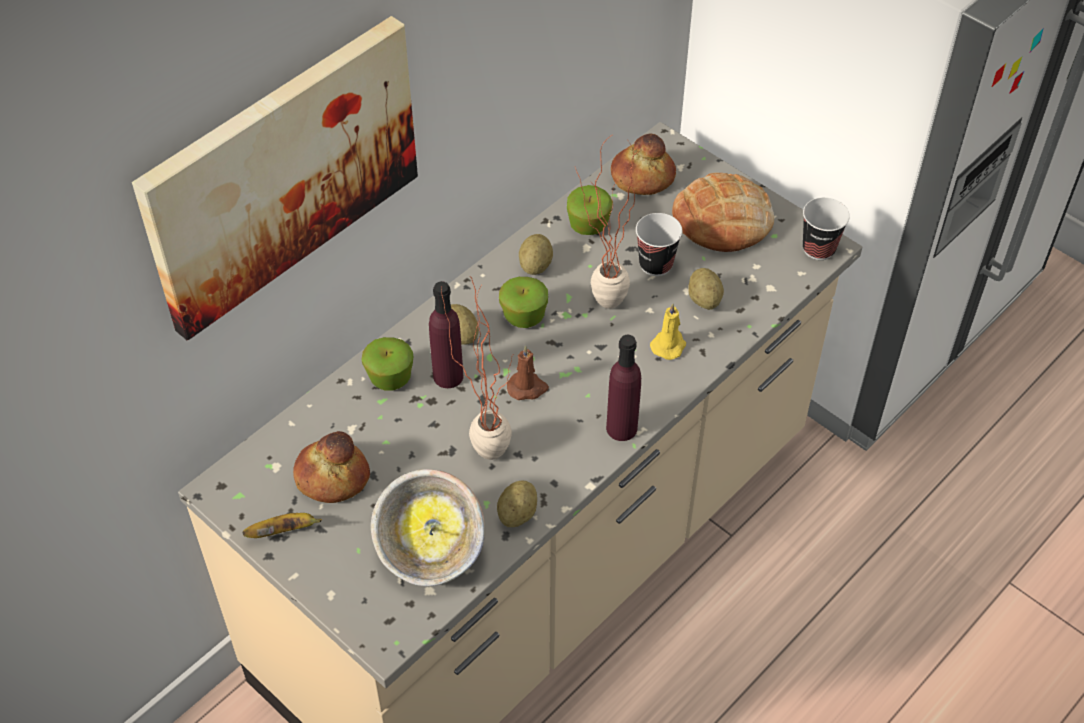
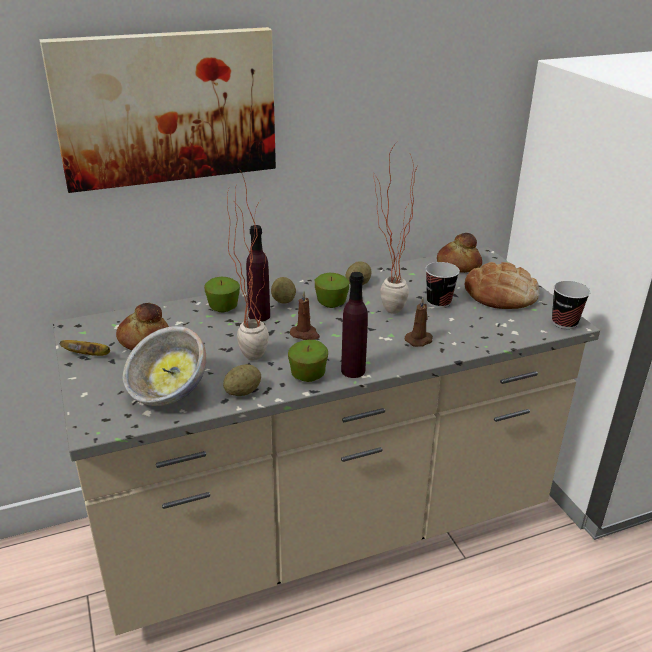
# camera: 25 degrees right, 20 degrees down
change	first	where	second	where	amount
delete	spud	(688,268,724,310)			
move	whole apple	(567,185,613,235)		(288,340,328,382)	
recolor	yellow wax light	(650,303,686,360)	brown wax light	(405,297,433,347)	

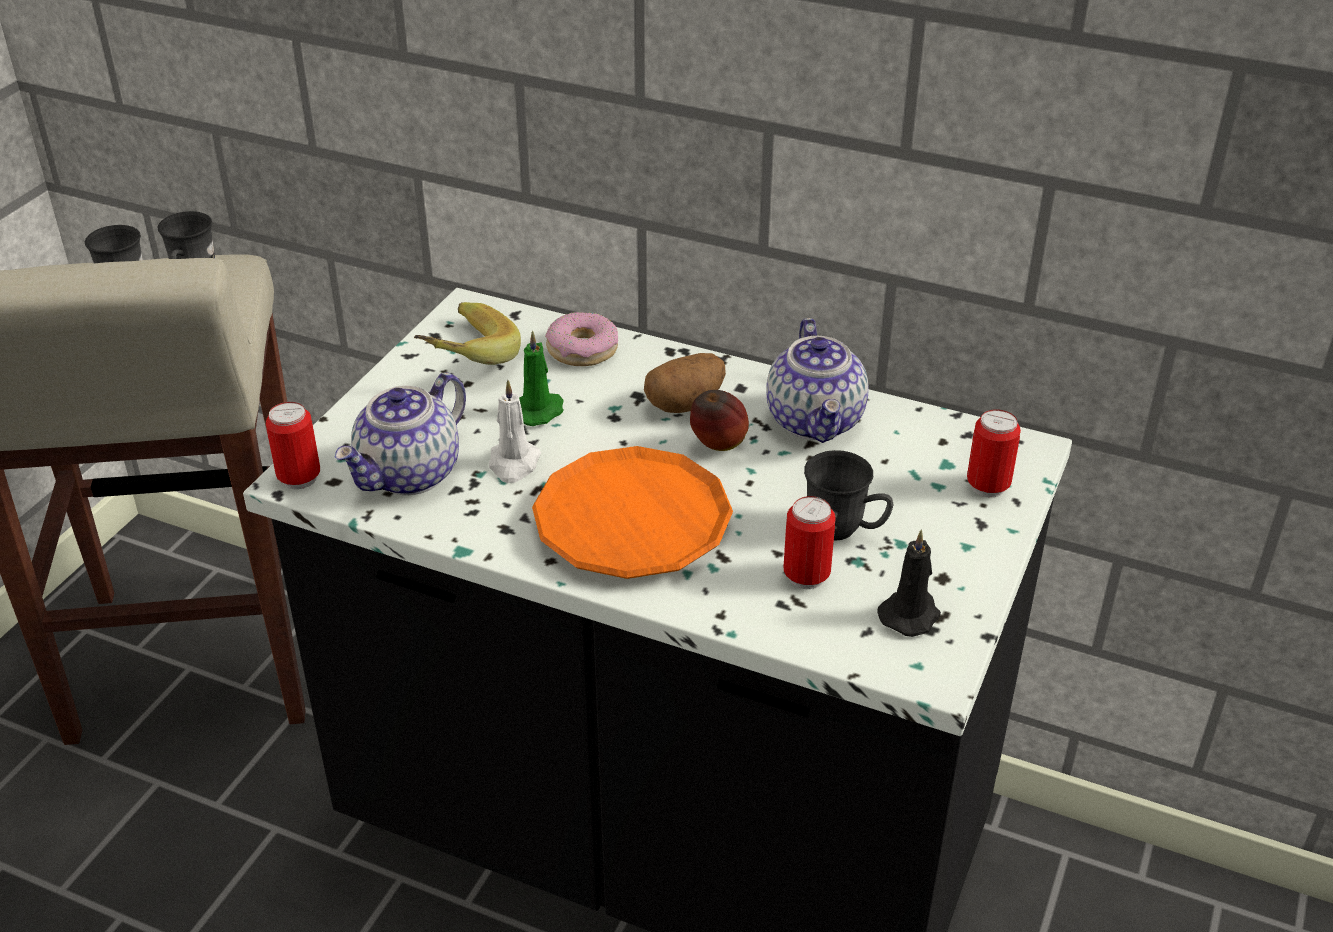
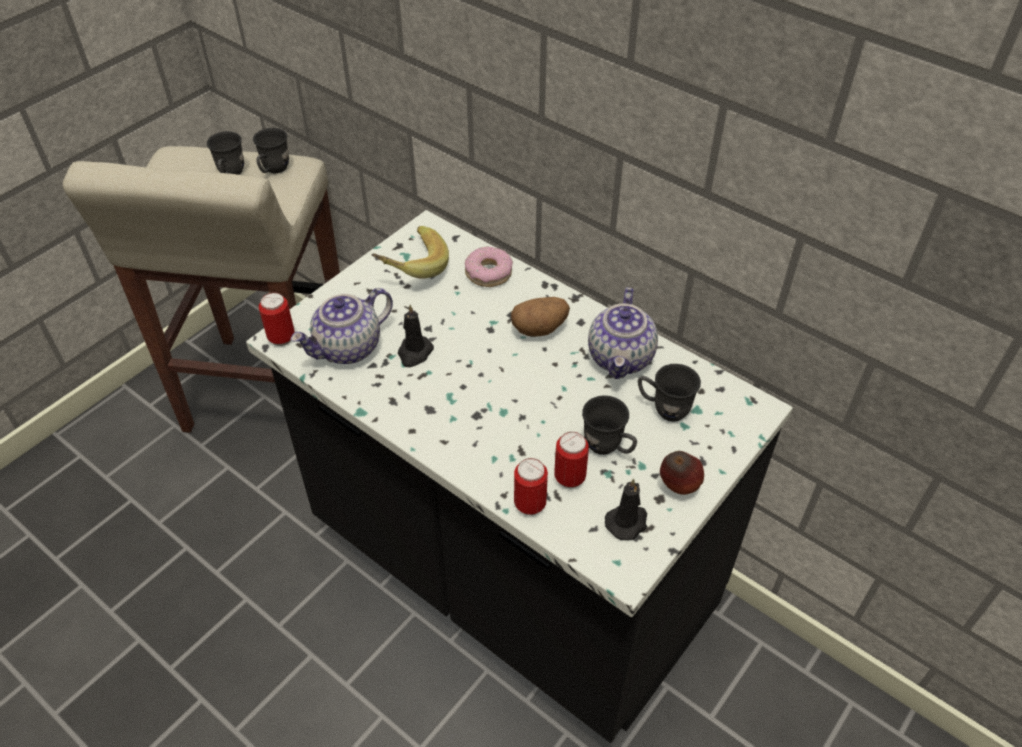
# camera: 15 degrees right, 10 degrees up
change	first	where	second	where	amount
delete	green wax light	(519,331,564,426)			
delete	orangey flat dish	(532,446,733,579)			
insert			grey mug	(638,364,701,422)	
move	whole apple	(690,390,749,451)		(660,451,704,495)	
move	metal can	(967,409,1021,497)		(514,458,548,515)	
recolor	whitish wax light	(489,380,541,483)	black-coloured wax light	(398,305,434,367)	

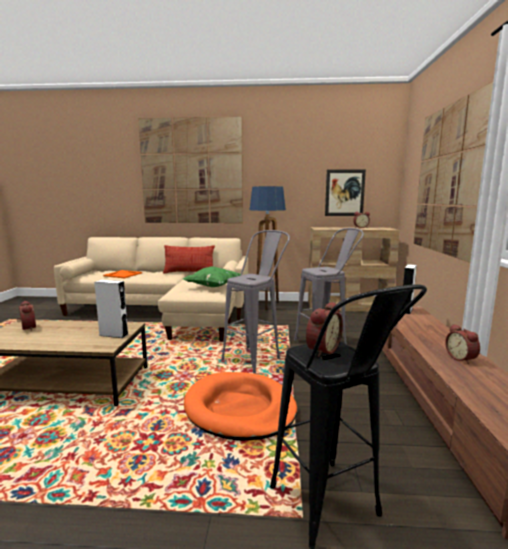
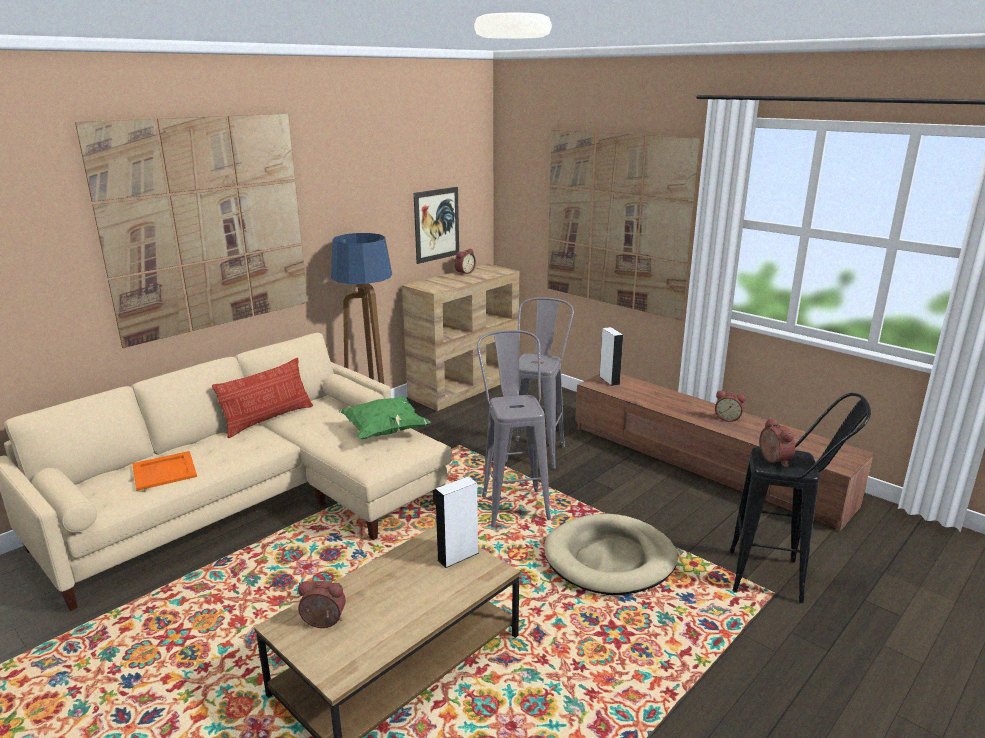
# camera: 50 degrees left, 10 degrees up
change	first	where	second	where	amount
recolor	orangey pet bed	(184,372,297,441)	sand-coloured pet bed	(544,514,678,595)	

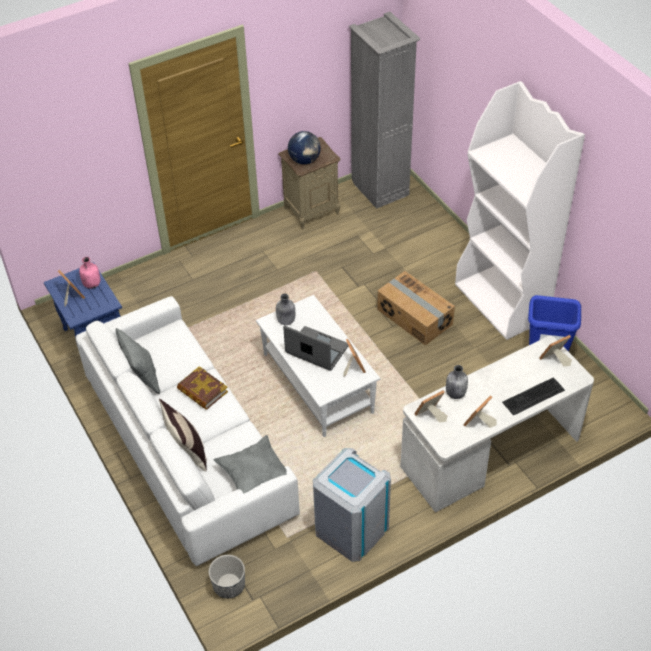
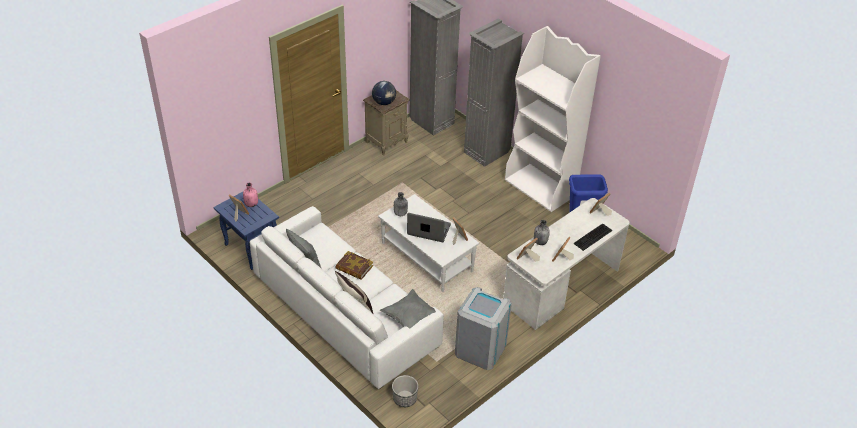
# camera: 15 degrees left, 5 degrees down
change	first	where	second	where	amount
delete	packing box	(377,271,455,346)			
insert			grey cupboard	(464,18,524,167)	

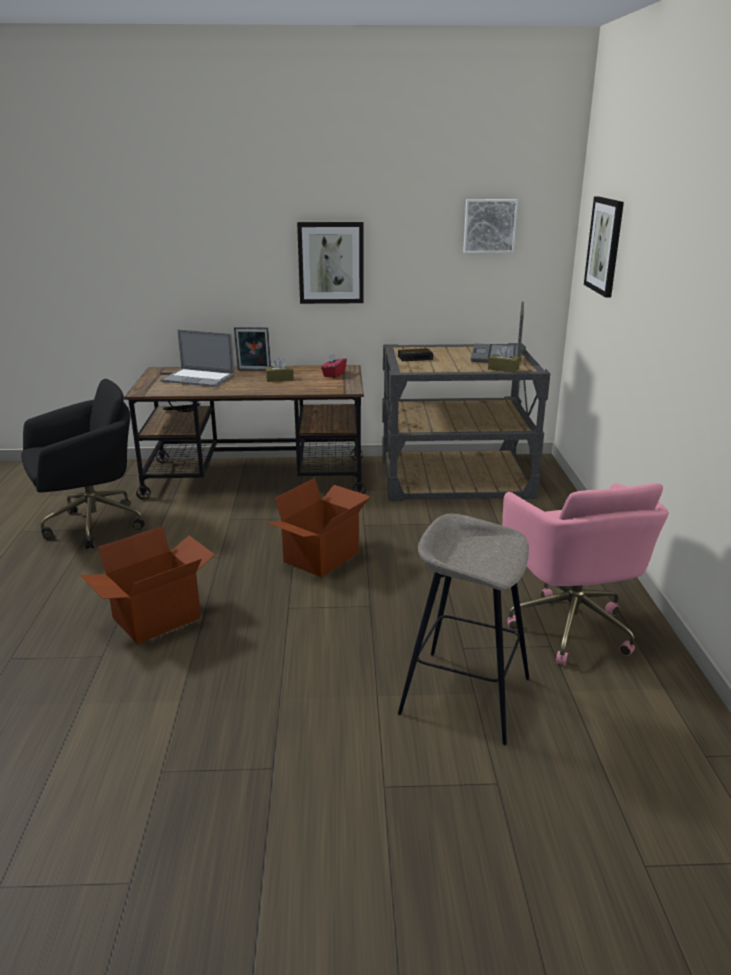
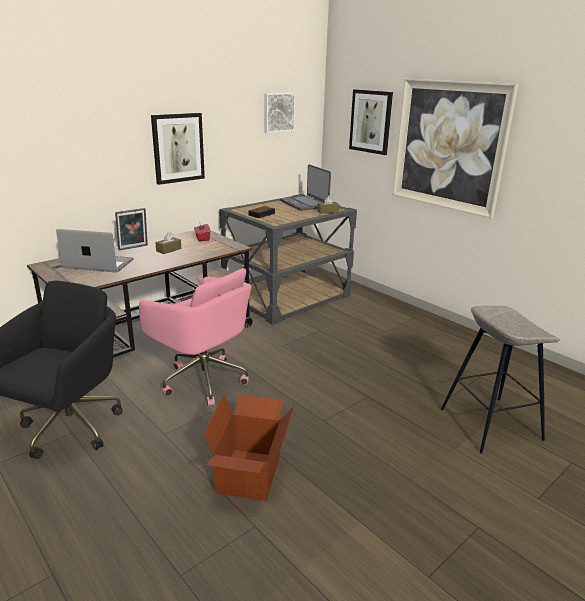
# camera: 40 degrees left, 0 degrees up
change	first	where	second	where	amount
delete	packing box	(267,478,370,577)			
insert			wall picture	(393,79,519,218)	
move	pink office chair	(502,483,669,666)		(139,268,252,406)	
rotate	notebook computer	(160,329,234,387)		(56,229,134,273)	150 degrees counterclockwise

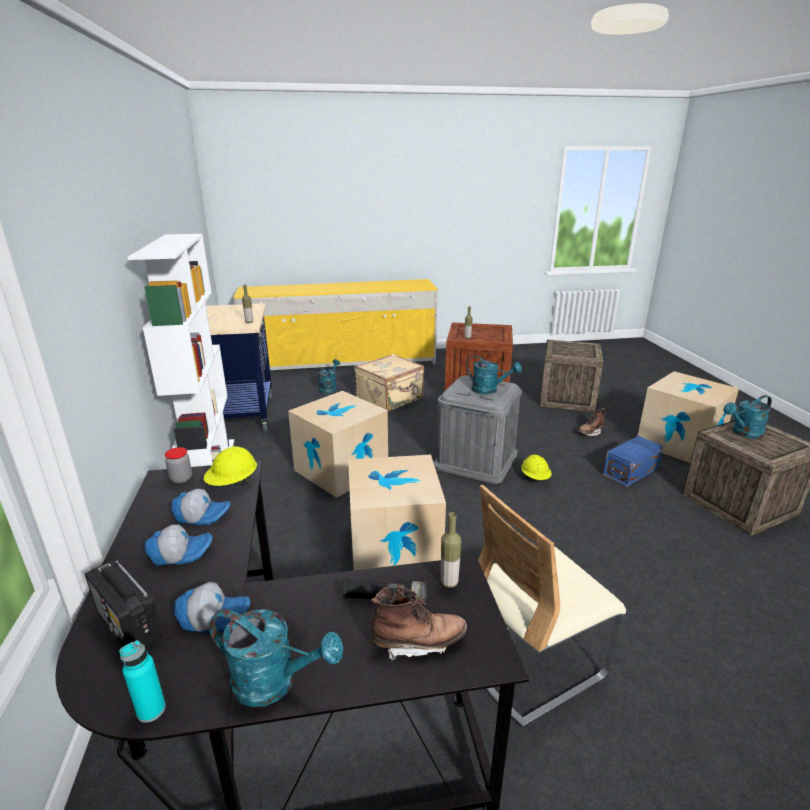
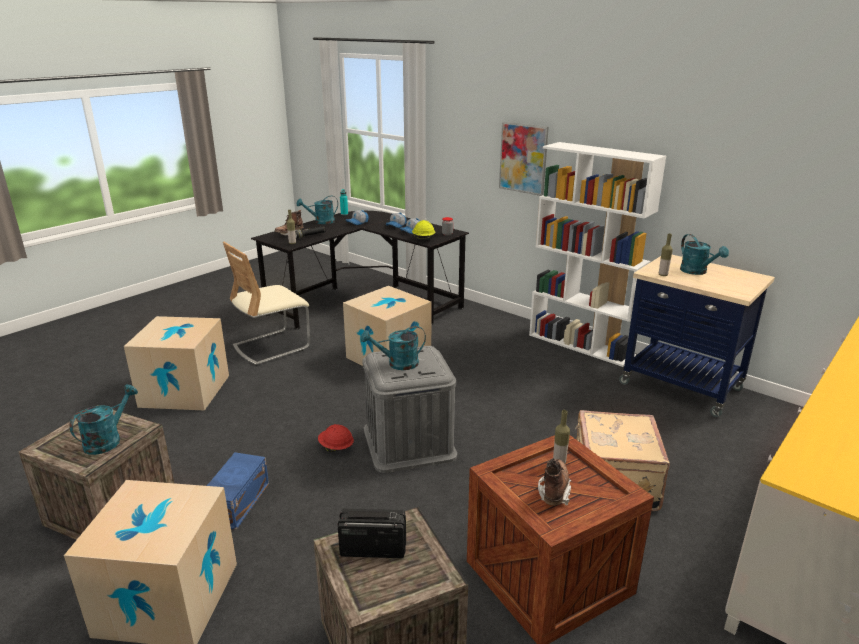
# camera: 140 degrees right, 0 degrees up
change	first	where	second	where	amount
insert			wall picture	(499,122,549,196)	
move	radio set	(85,560,163,648)		(338,509,406,558)	
move	packing box	(288,391,388,498)		(124,316,229,411)	
move	turquoise-coloured sprinkling can	(318,359,340,394)		(680,234,729,275)	
move	brown boot	(578,408,606,436)		(538,458,572,506)	
recolor	yellow safety helmet	(521,455,552,480)	red safety helmet	(318,424,354,452)	
rotate	sand-coloured chair	(478,485,626,727)		(223,242,310,366)	150 degrees counterclockwise

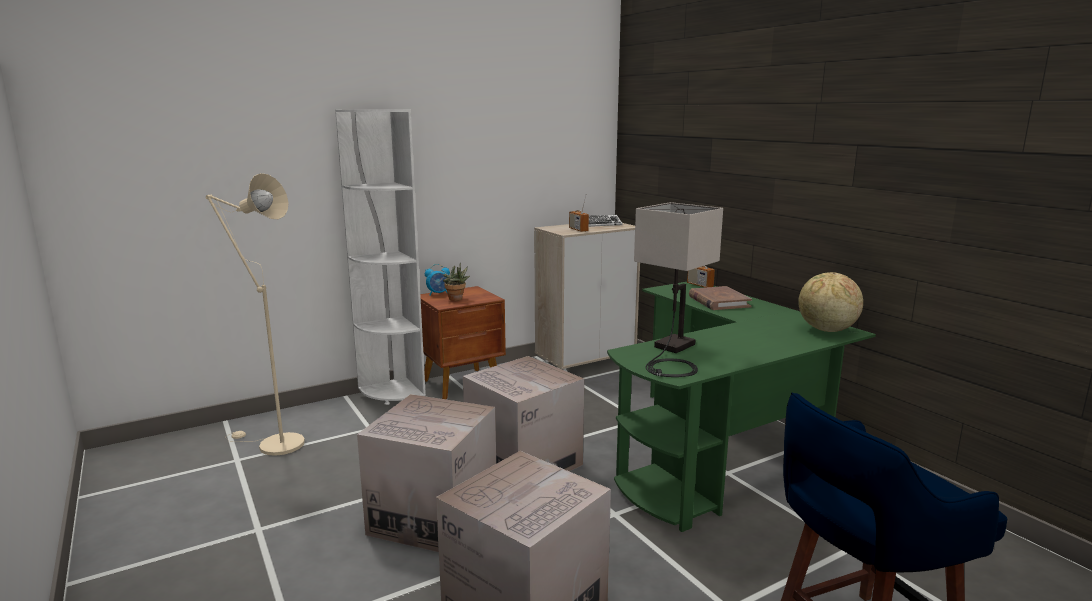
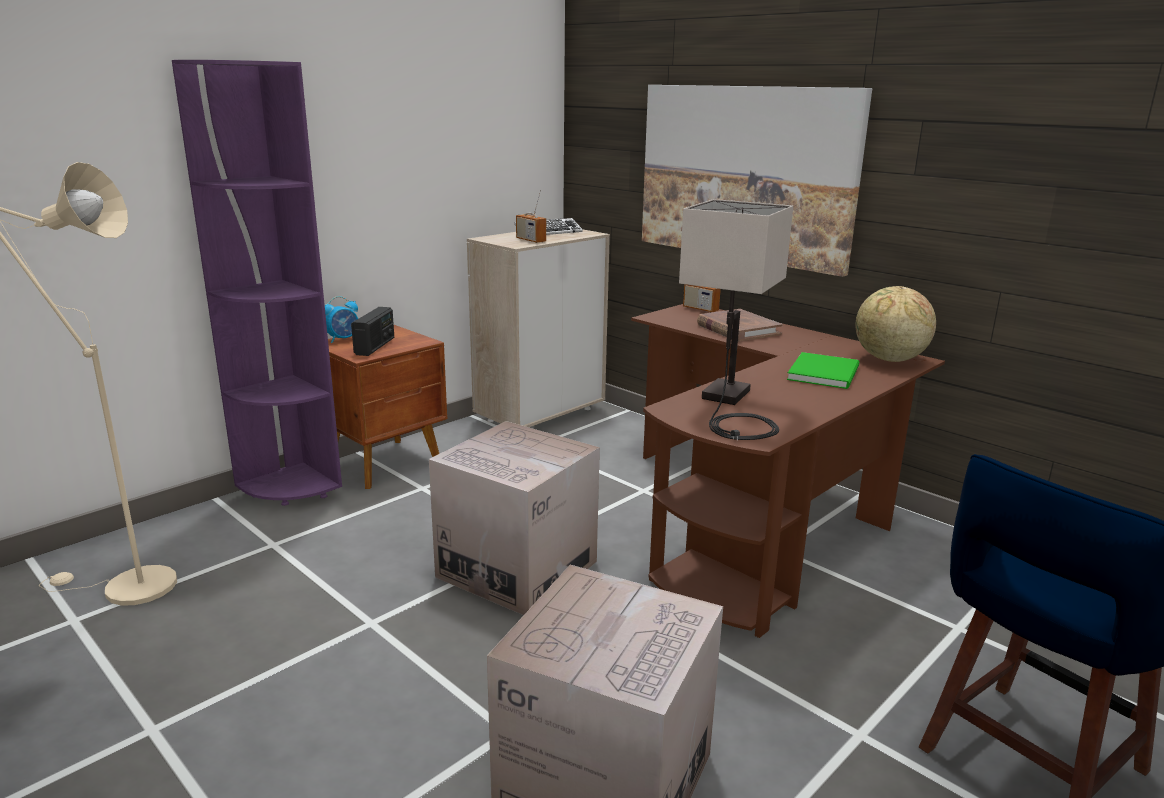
# camera: 15 degrees left, 5 degrees up
change	first	where	second	where	amount
delete	packing box	(357,394,496,552)			
insert			wall picture	(642,85,872,277)	
insert			green volume	(787,352,859,389)	
replace	potted plant	(443,263,470,301)	radio set	(351,307,394,356)	
recolor	whitish bookcase	(335,110,426,405)	purple-coloured bookcase	(172,60,342,506)	
recolor	green desk	(607,282,876,532)	brown desk	(631,304,945,638)	

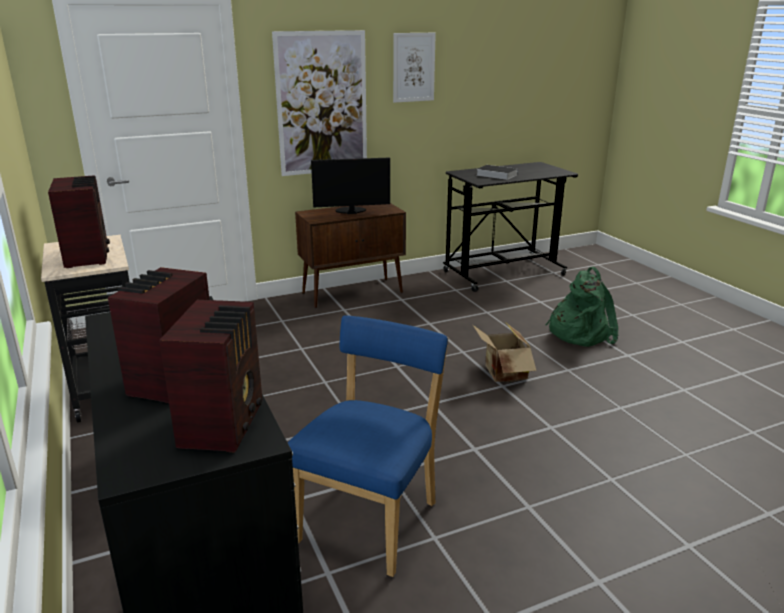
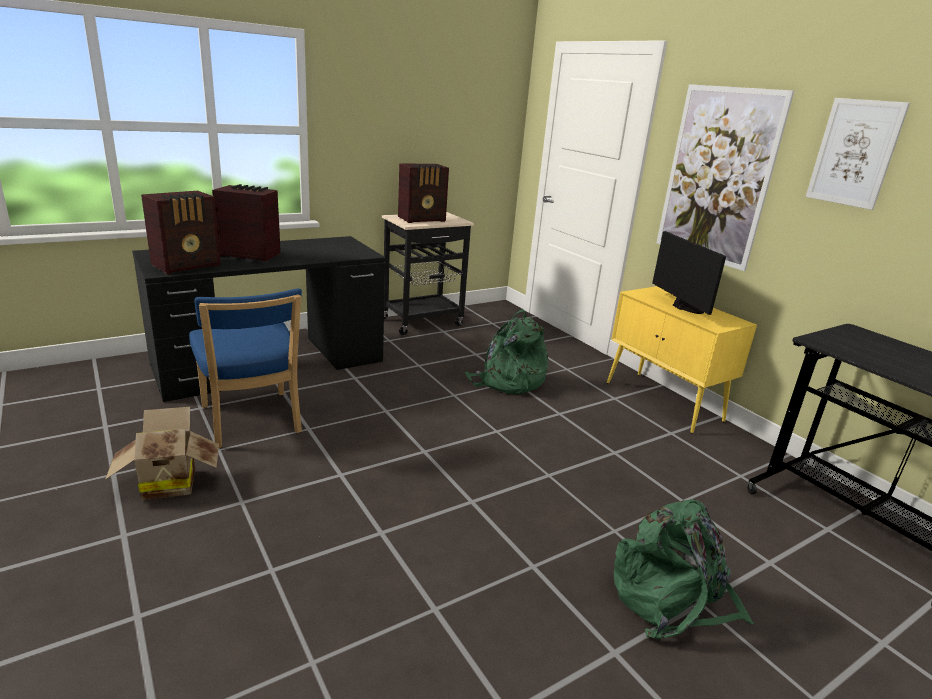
# camera: 80 degrees right, 0 degrees up
change	first	where	second	where	amount
delete	volume	(476,165,518,180)			
insert			green backpack	(464,309,548,394)	
move	packing box	(473,323,537,382)		(105,407,219,500)	
recolor	brown cupboard	(295,203,406,308)	yellow cupboard	(607,286,757,433)	
rotate	radio set	(159,300,263,453)		(141,191,221,274)	45 degrees counterclockwise
rotate	blue chair	(287,315,448,577)		(189,288,302,448)	45 degrees clockwise

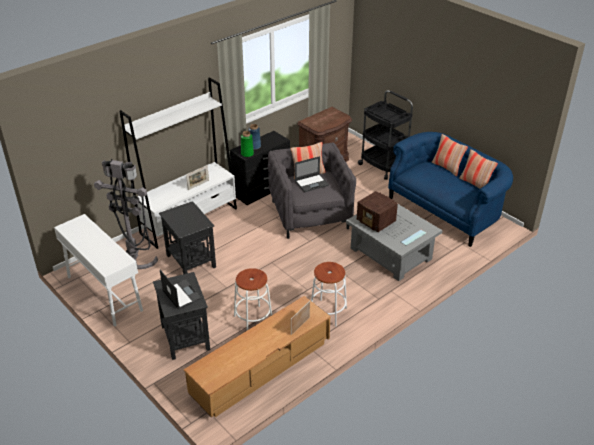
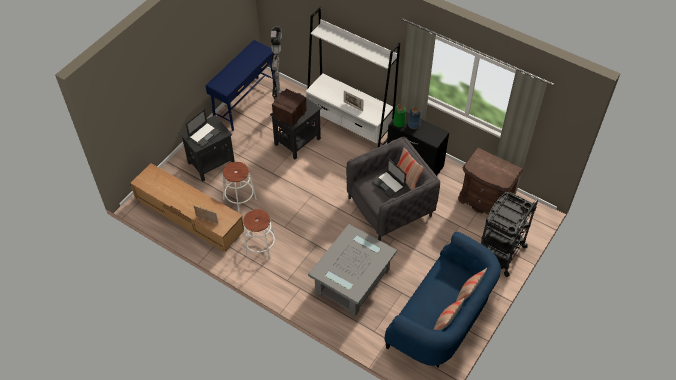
# camera: 75 degrees right, 15 degrees up
change	first	where	second	where	amount
move	radio set	(357,191,398,232)		(272,89,307,127)	
recolor	whitish console table	(54,214,143,326)	blue console table	(206,40,276,131)	

